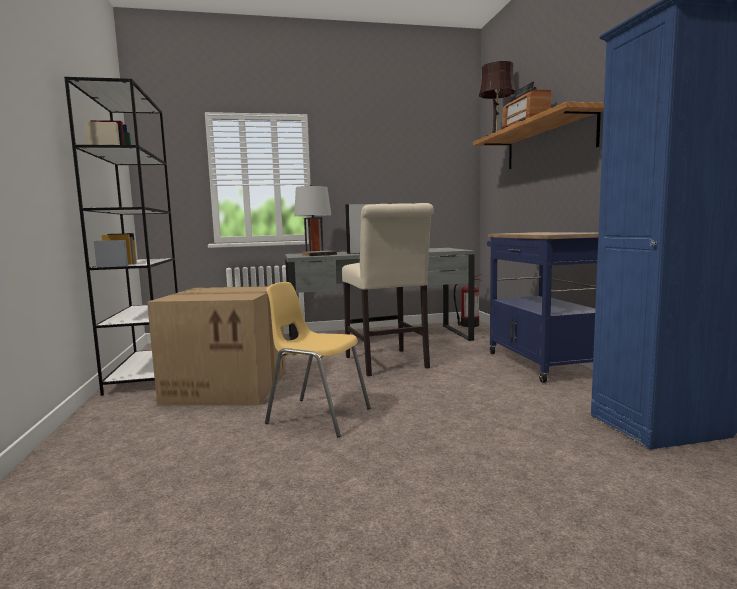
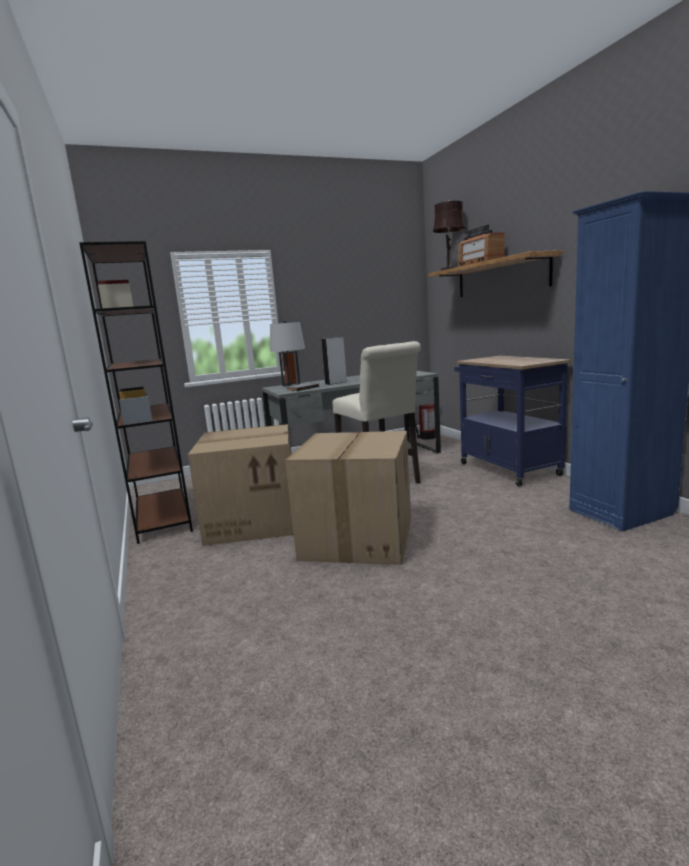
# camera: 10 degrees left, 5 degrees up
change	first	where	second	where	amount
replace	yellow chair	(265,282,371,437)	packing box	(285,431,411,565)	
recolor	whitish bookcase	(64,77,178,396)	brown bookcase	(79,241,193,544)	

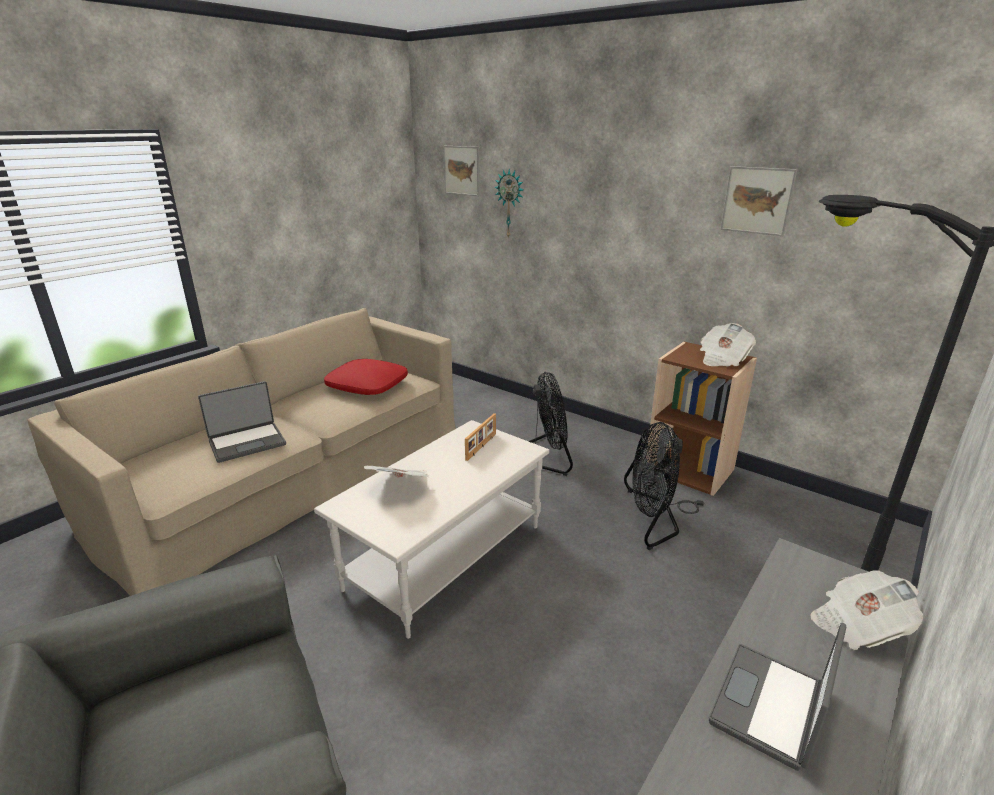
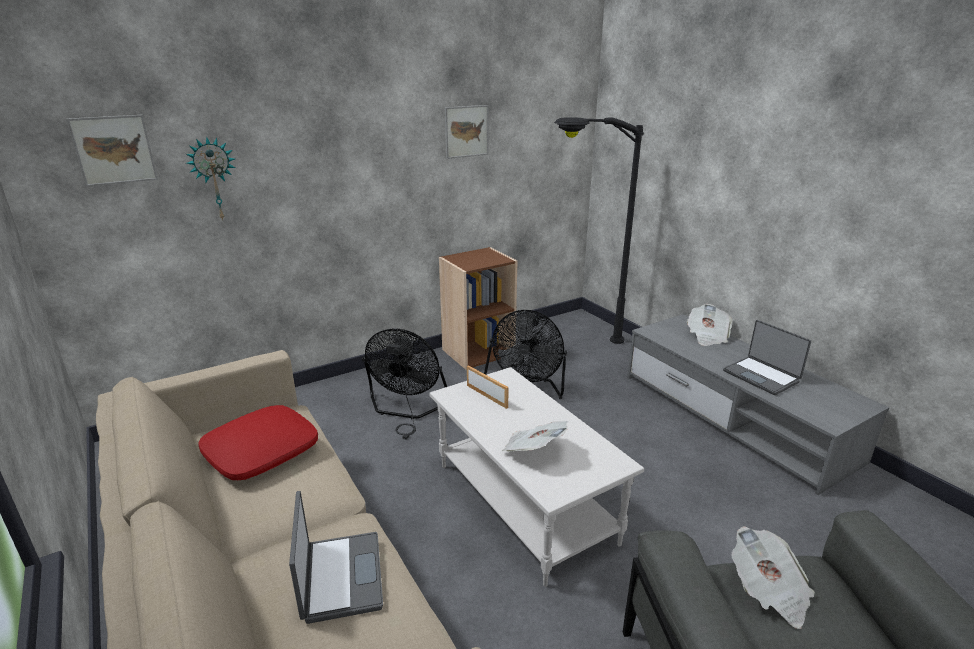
# camera: 70 degrees left, 0 degrees up
change	first	where	second	where	amount
move	daily paper	(700,323,756,366)		(731,526,815,629)	

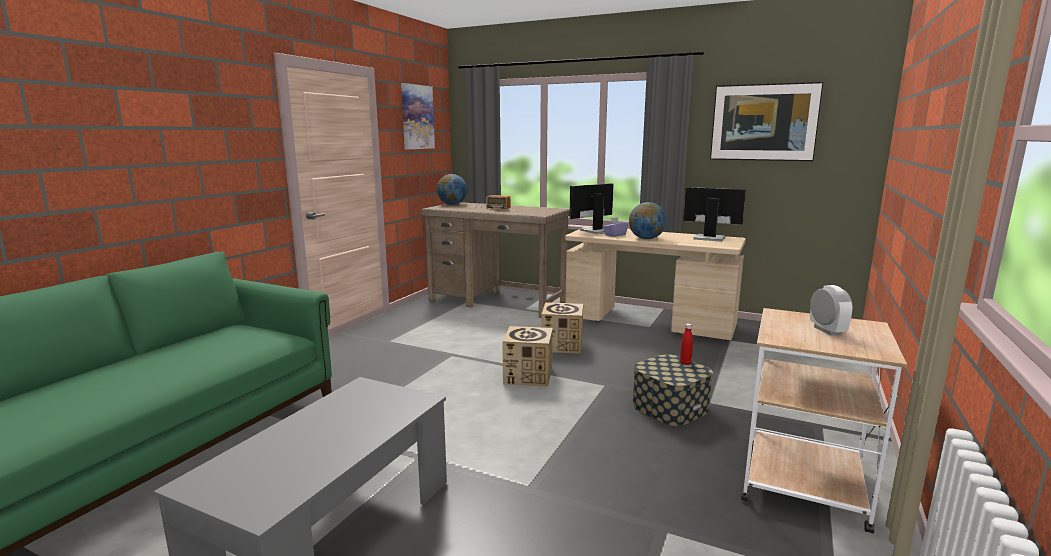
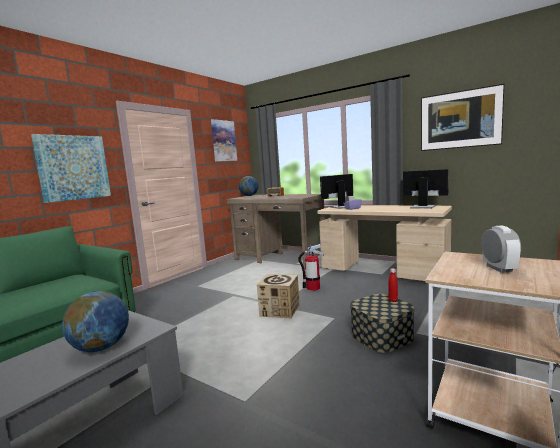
# camera: 10 degrees right, 5 degrees down
change	first	where	second	where	amount
insert			wall picture	(31,134,111,203)	
move	globe	(629,202,667,239)		(62,291,129,352)	
replace	packing box	(541,302,583,354)	fire-fighting cylinder	(298,244,324,291)	

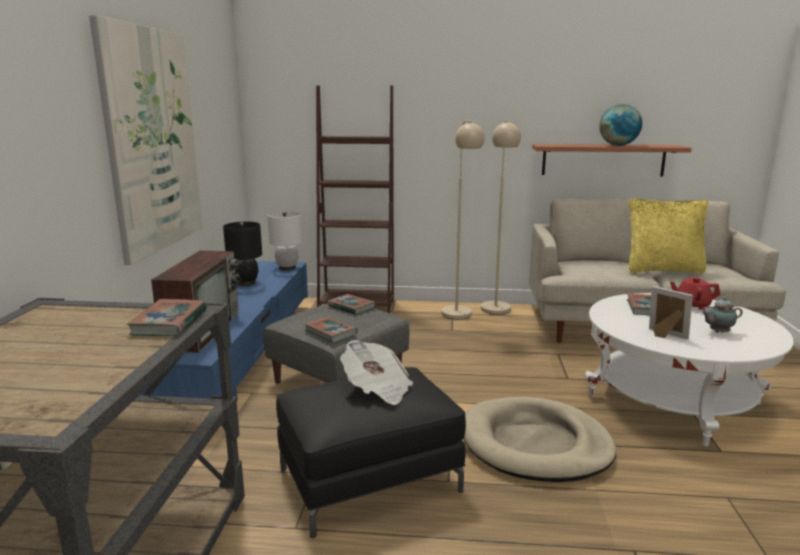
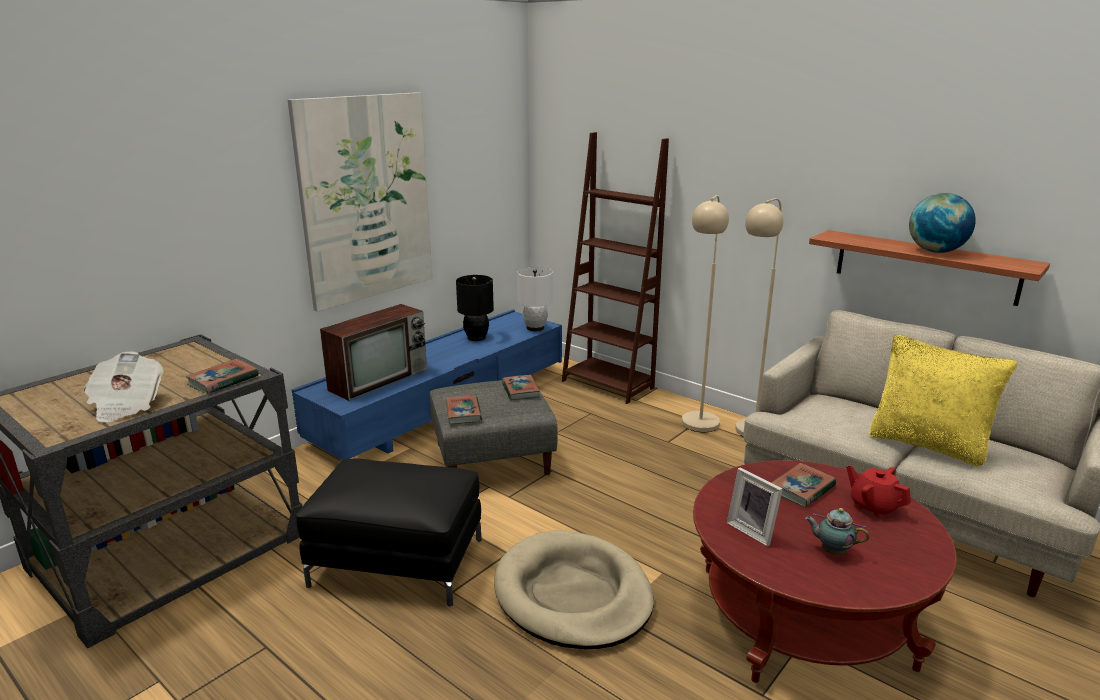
# camera: 35 degrees right, 5 degrees up
change	first	where	second	where	amount
move	daily paper	(340,340,413,405)		(84,351,164,423)	
recolor	whitish lounge table	(585,293,794,446)	red lounge table	(693,460,957,683)	
rotate	picture frame	(649,286,693,340)		(727,468,783,547)	150 degrees clockwise

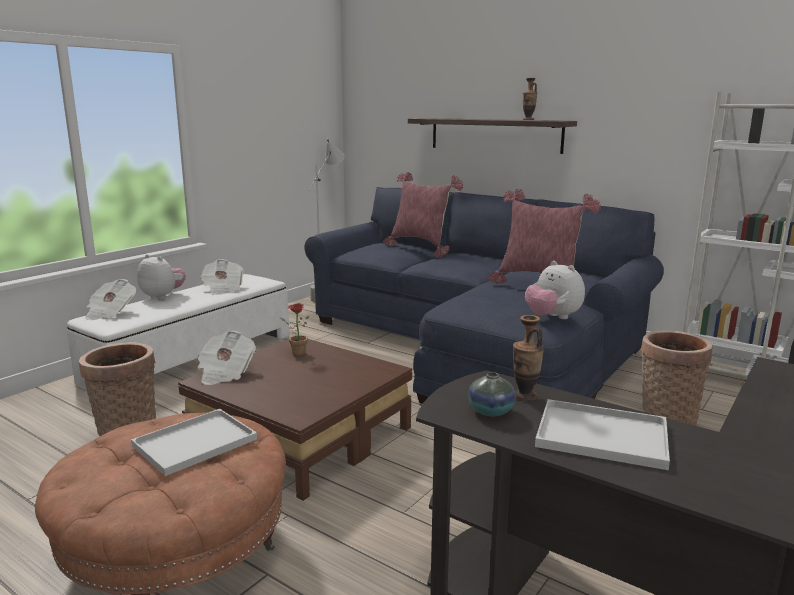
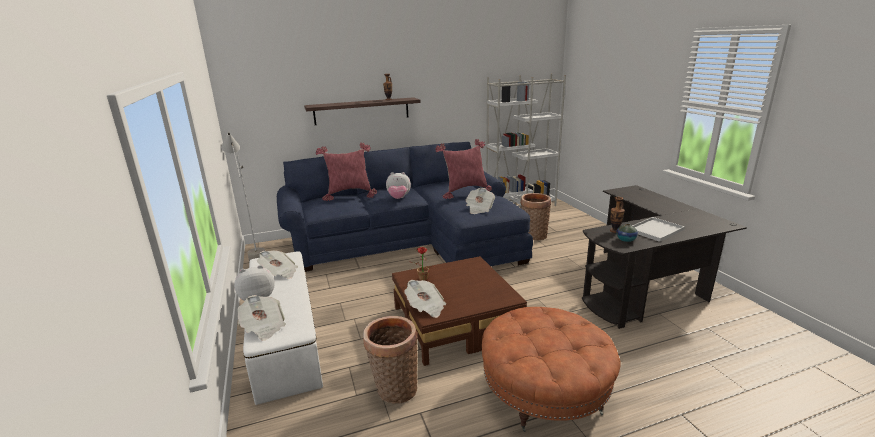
# camera: 55 degrees left, 5 degrees up
change	first	where	second	where	amount
delete	whitish carrying tray	(131,409,257,476)			
insert			daily paper	(466,188,495,214)	
move	plush toy	(525,261,585,319)		(386,172,411,199)	

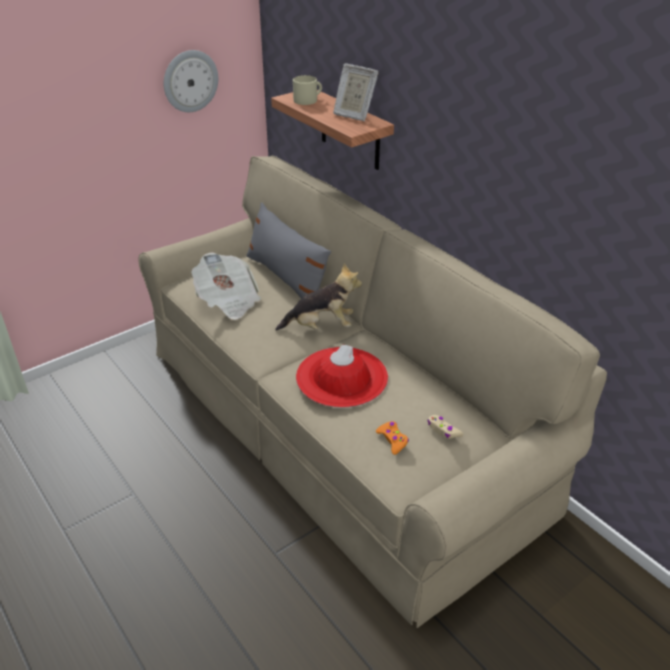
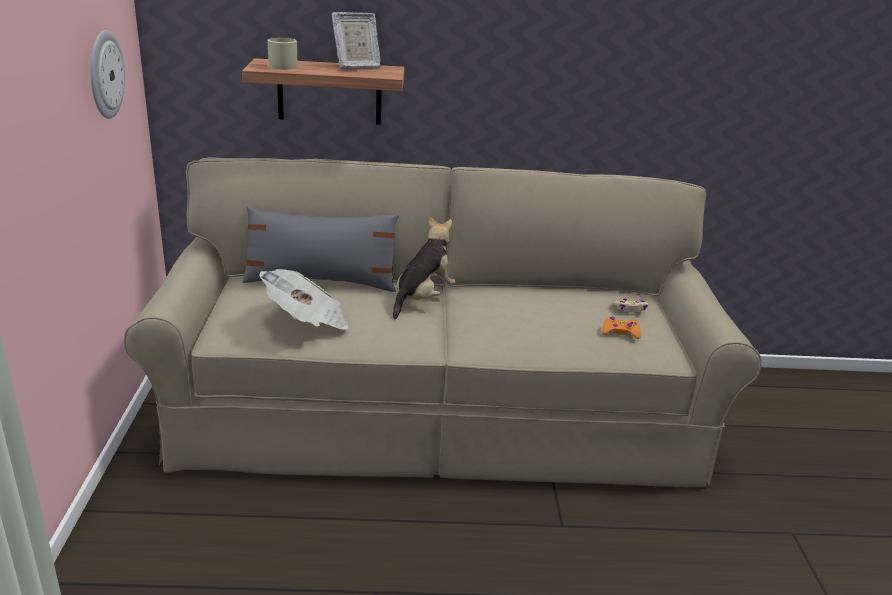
# camera: 55 degrees left, 10 degrees down
change	first	where	second	where	amount
delete	red clothing hat	(296,345,388,408)			

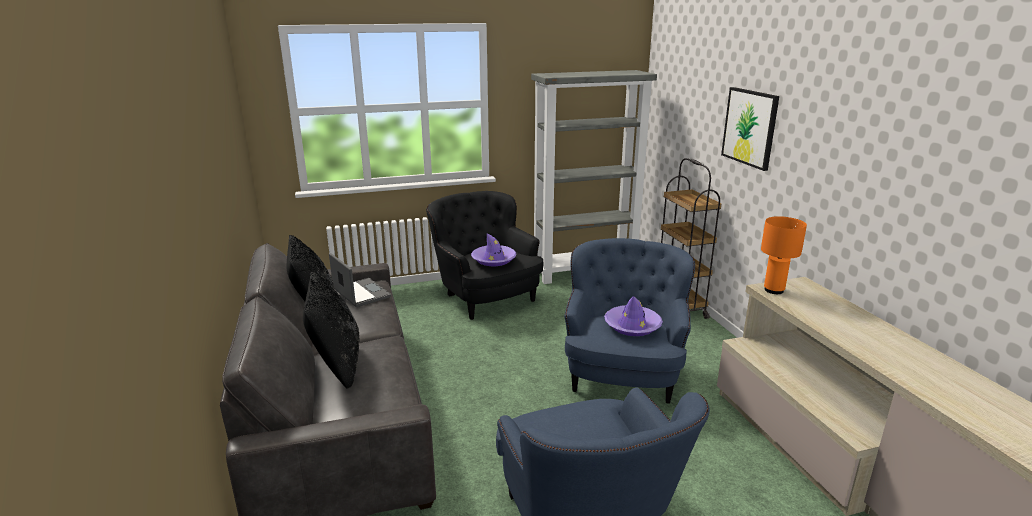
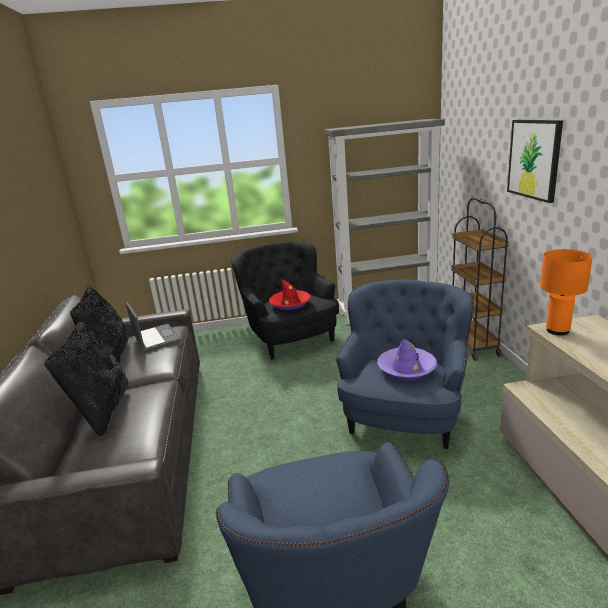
# camera: 10 degrees right, 0 degrees up
change	first	where	second	where	amount
recolor	purple-coloured clothing hat	(471,233,517,266)	red clothing hat	(269,279,311,310)	

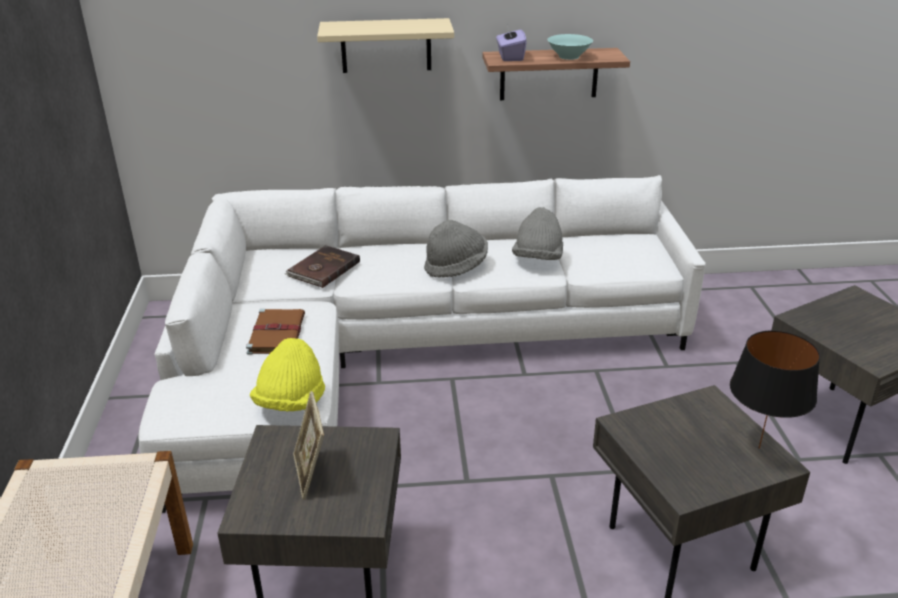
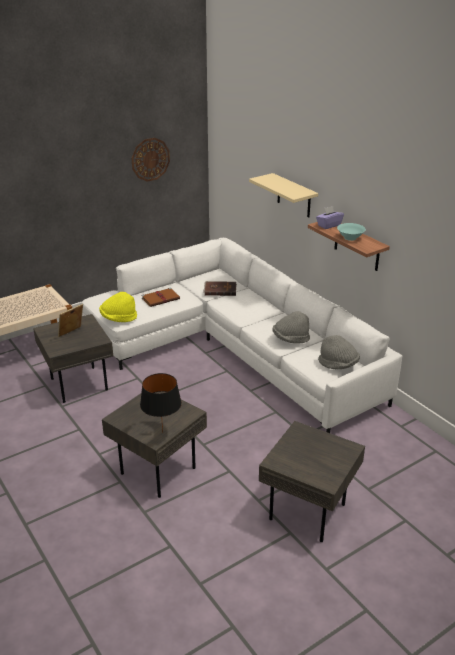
# camera: 60 degrees right, 0 degrees up
change	first	where	second	where	amount
insert			clock on the wall	(131,138,170,182)	
move	grey clothing hat	(424,220,488,277)		(318,335,360,369)	

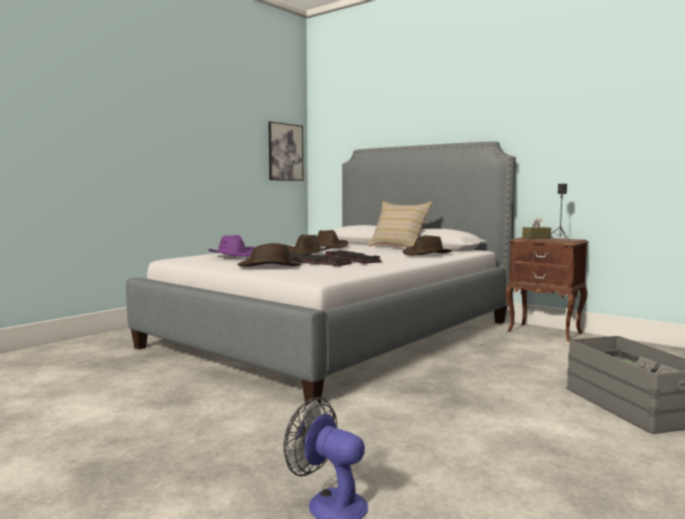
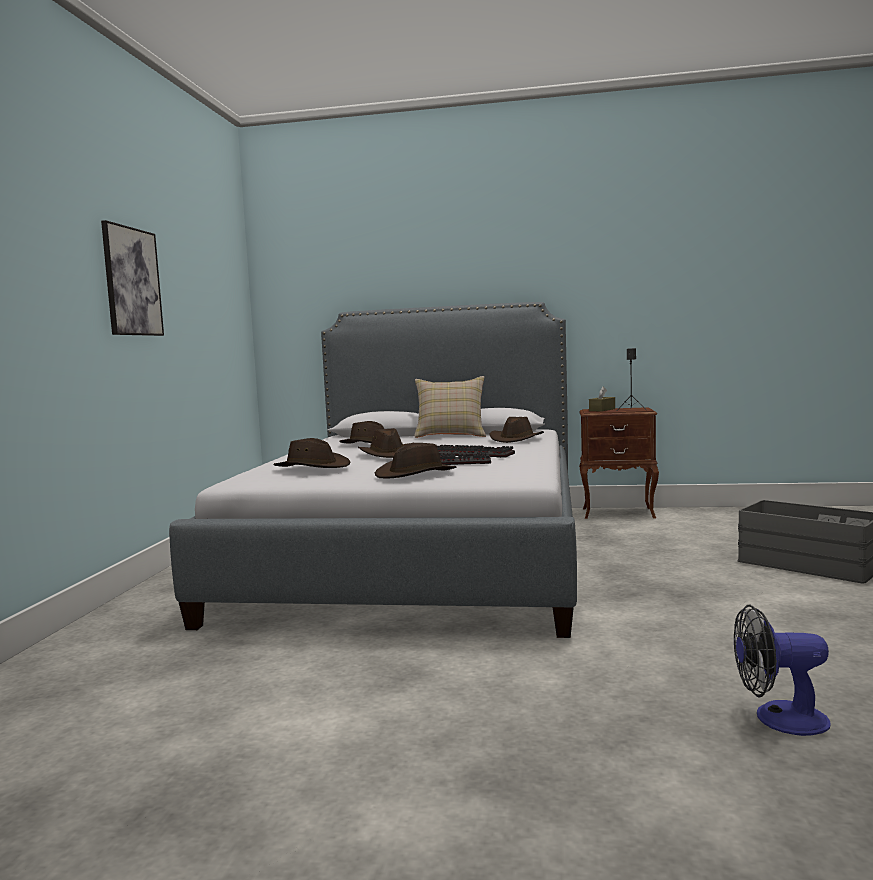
# camera: 30 degrees left, 0 degrees up
change	first	where	second	where	amount
move	wall picture	(268,122,303,181)		(101,220,164,336)	
recolor	purple-coloured clothing hat	(208,235,255,257)	brown clothing hat	(273,438,351,468)	

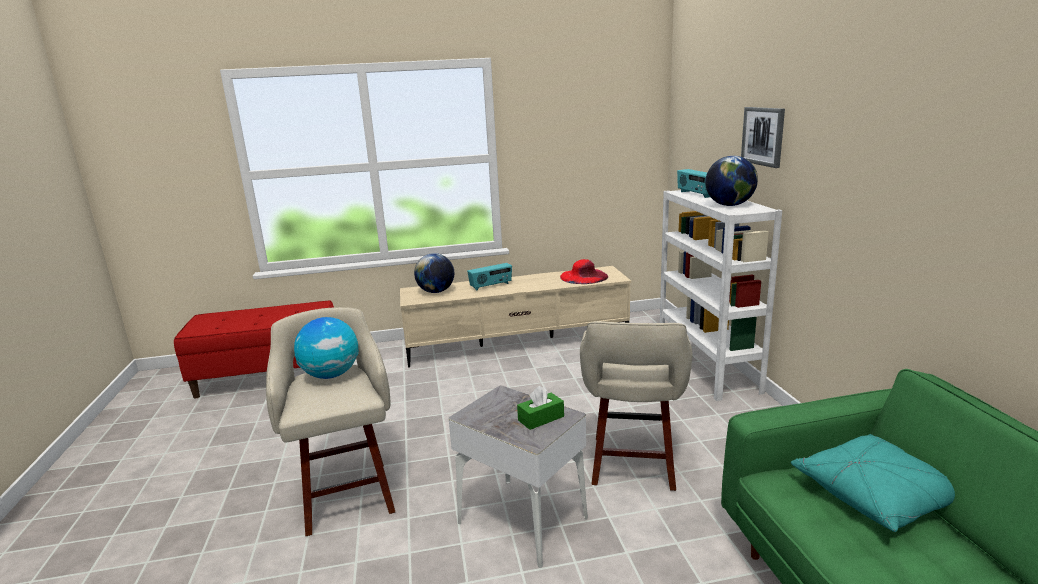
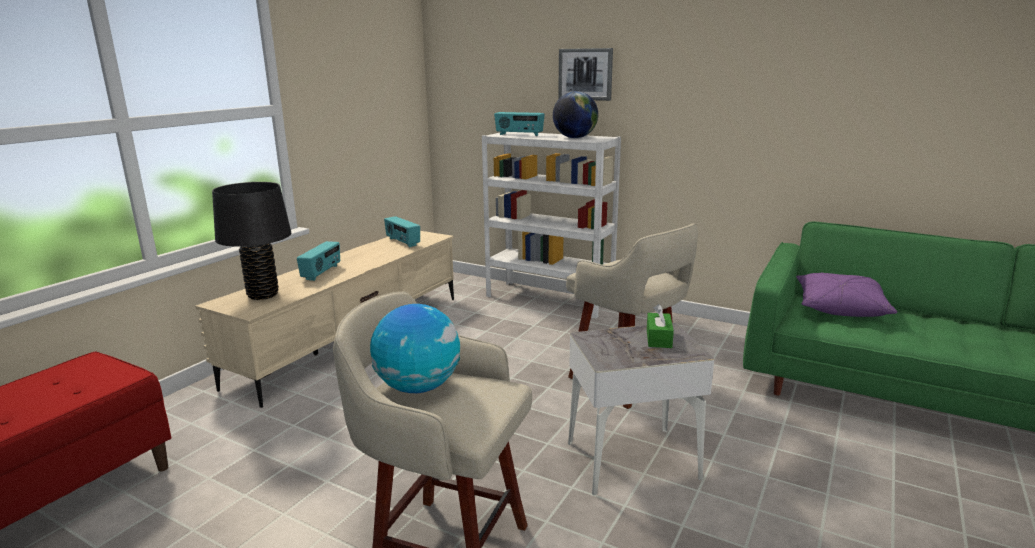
# camera: 50 degrees left, 0 degrees up
change	first	where	second	where	amount
replace	globe	(414,253,454,293)	black-coloured table lamp	(212,182,291,300)	
replace	red clothing hat	(560,259,608,284)	radio set	(384,216,420,247)	
recolor	turquoise-coloured pillow	(791,434,955,532)	purple-coloured pillow	(796,273,897,317)	

